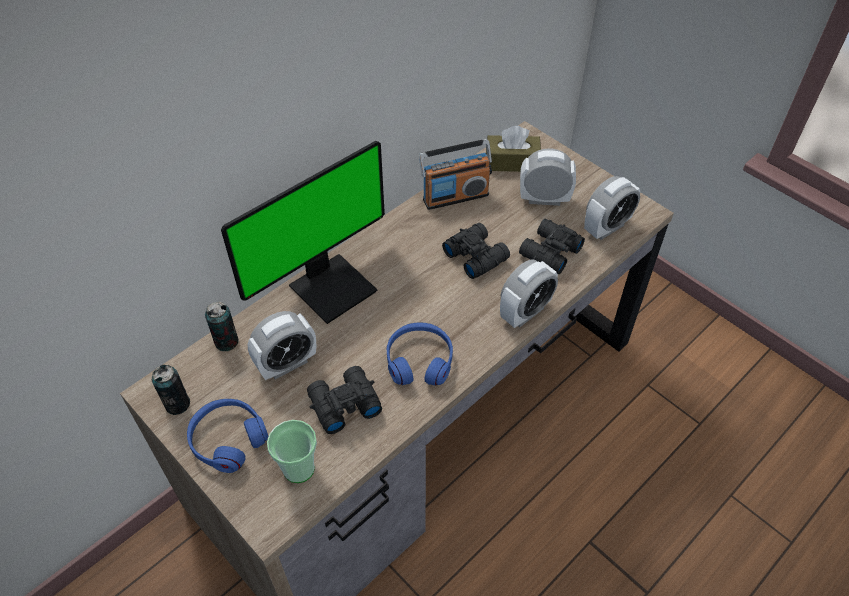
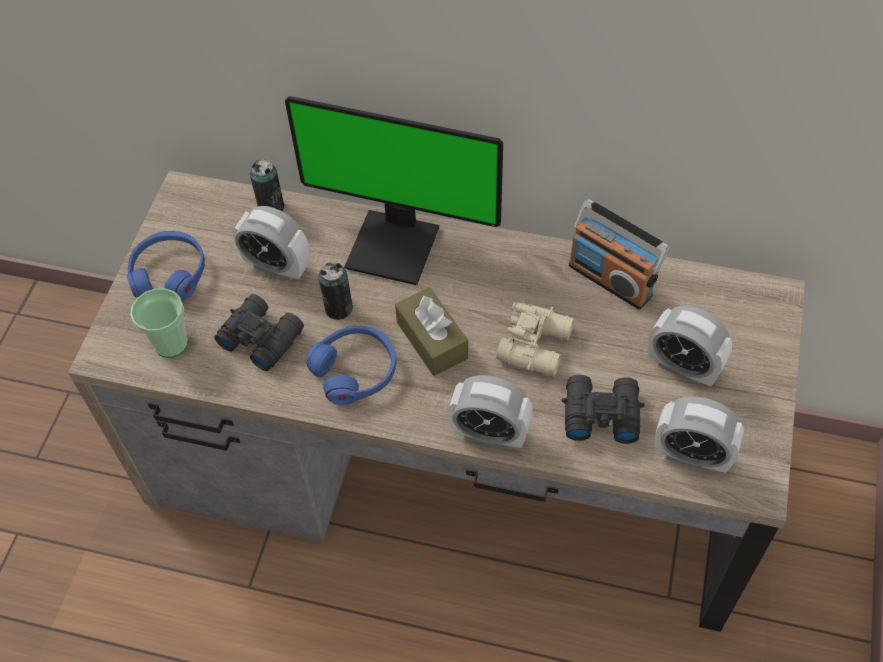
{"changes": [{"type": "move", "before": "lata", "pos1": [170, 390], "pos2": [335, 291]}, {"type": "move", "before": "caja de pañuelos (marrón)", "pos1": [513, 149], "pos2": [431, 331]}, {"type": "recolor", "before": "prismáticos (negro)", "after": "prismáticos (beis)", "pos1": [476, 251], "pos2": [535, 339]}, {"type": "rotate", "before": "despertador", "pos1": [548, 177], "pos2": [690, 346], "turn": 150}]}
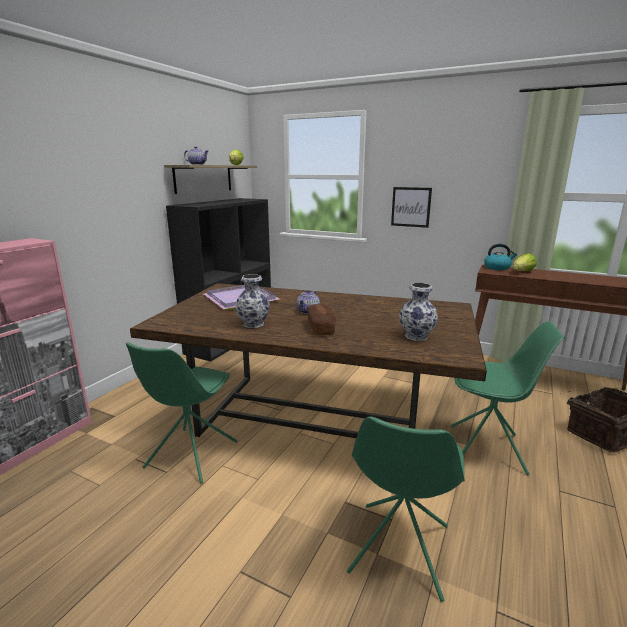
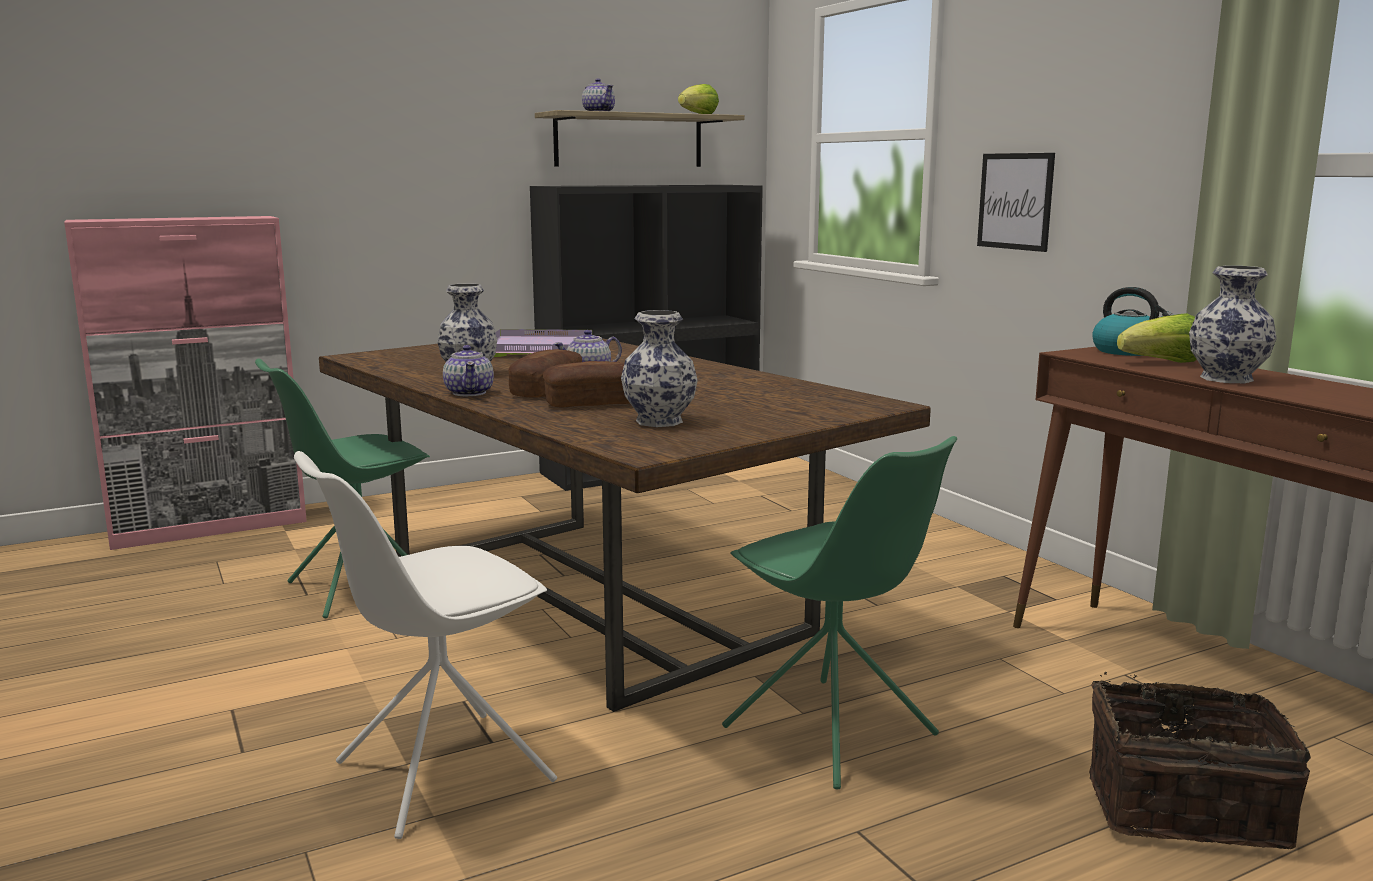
{"changes": [{"type": "recolor", "before": "silla (verde)", "after": "silla (blanco)", "pos1": [406, 509], "pos2": [425, 645]}, {"type": "insert", "after": "tetera", "pos2": [468, 370]}, {"type": "insert", "after": "pan", "pos2": [586, 384]}, {"type": "insert", "after": "florero", "pos2": [1233, 324]}]}
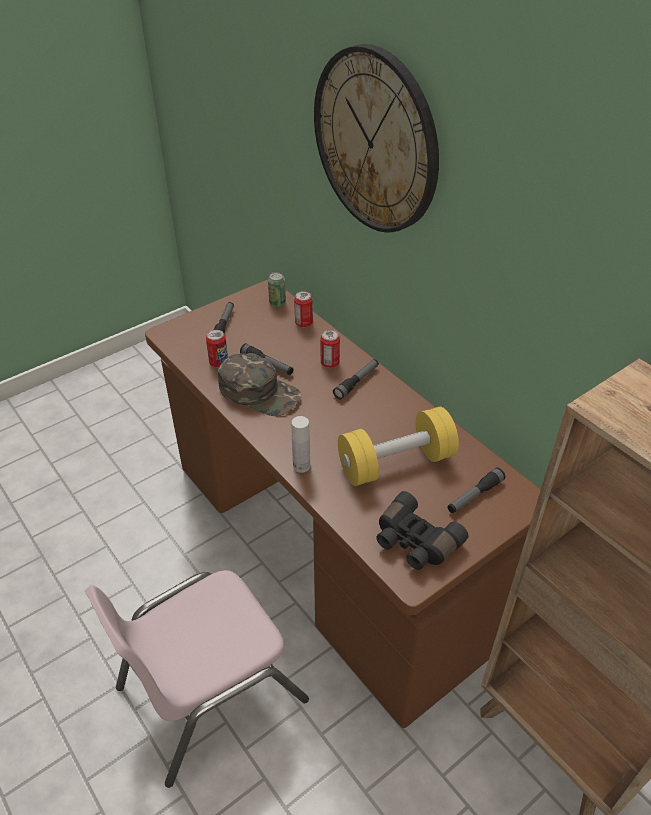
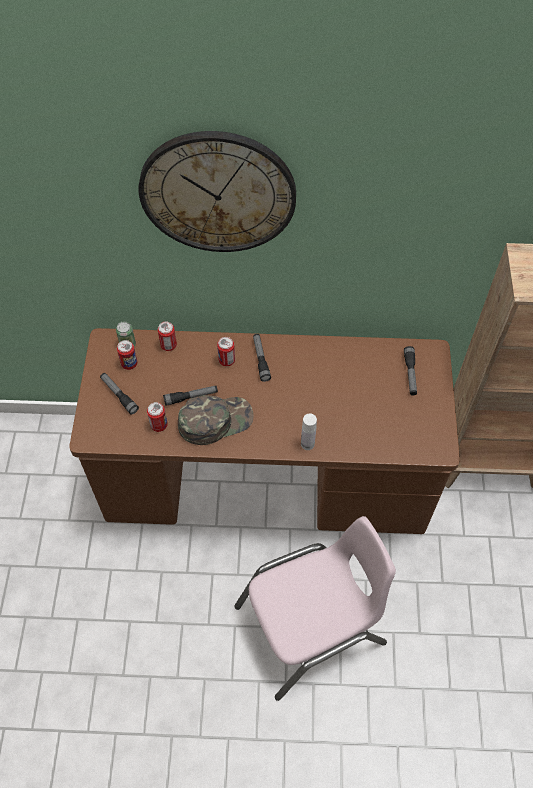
{"changes": [{"type": "insert", "after": "lata", "pos2": [127, 355]}, {"type": "rotate", "before": "silla (rosa)", "pos1": [197, 679], "pos2": [315, 608], "turn": -120}, {"type": "delete", "before": "mancuerna (amarillo)", "pos1": [398, 446]}, {"type": "delete", "before": "prismáticos (negro)", "pos1": [422, 530]}]}
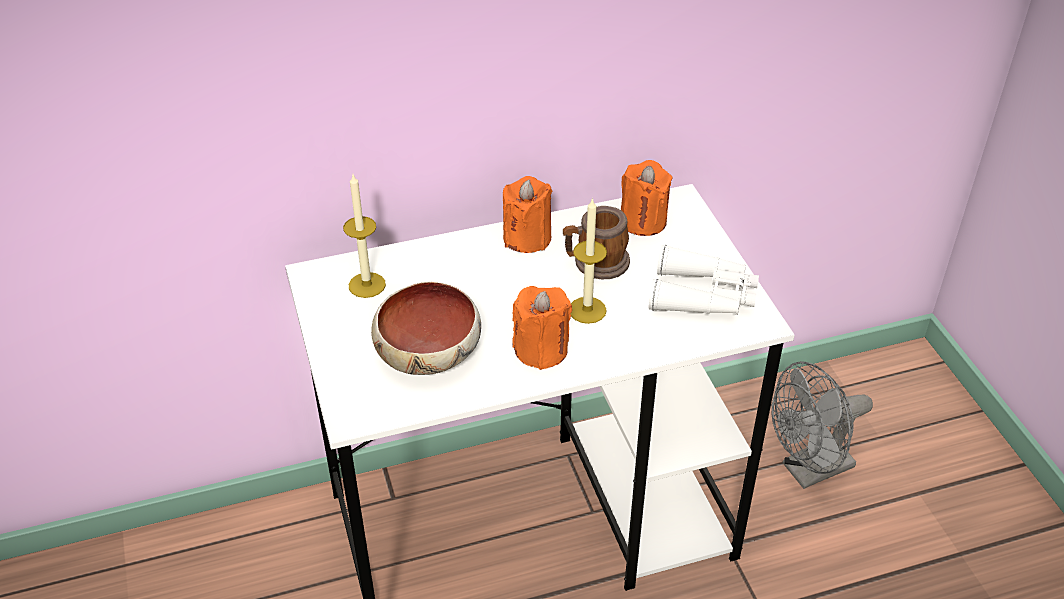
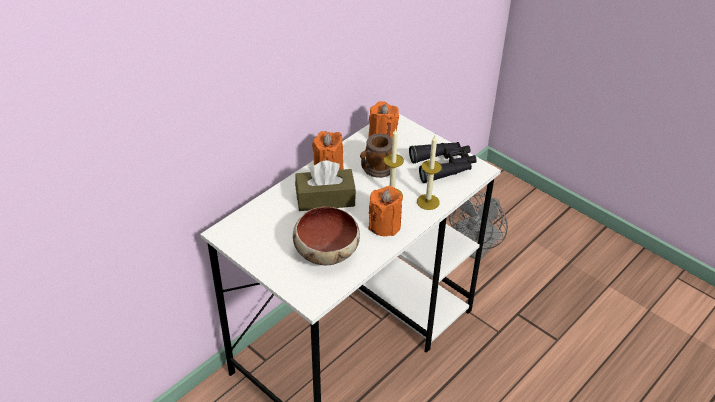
{"changes": [{"type": "insert", "after": "caja de pañuelos (marrón)", "pos2": [325, 185]}, {"type": "recolor", "before": "prismáticos (blanco)", "after": "prismáticos (negro)", "pos1": [704, 280], "pos2": [443, 162]}, {"type": "move", "before": "vela", "pos1": [364, 236], "pos2": [429, 172]}]}
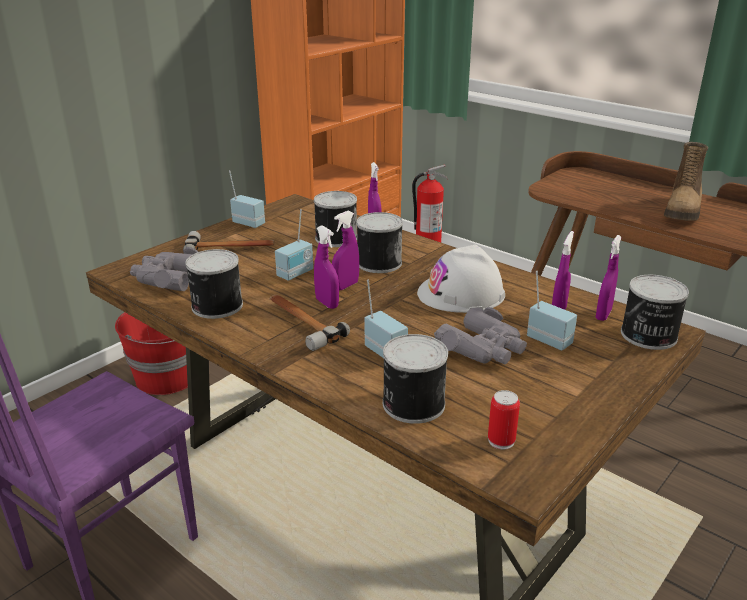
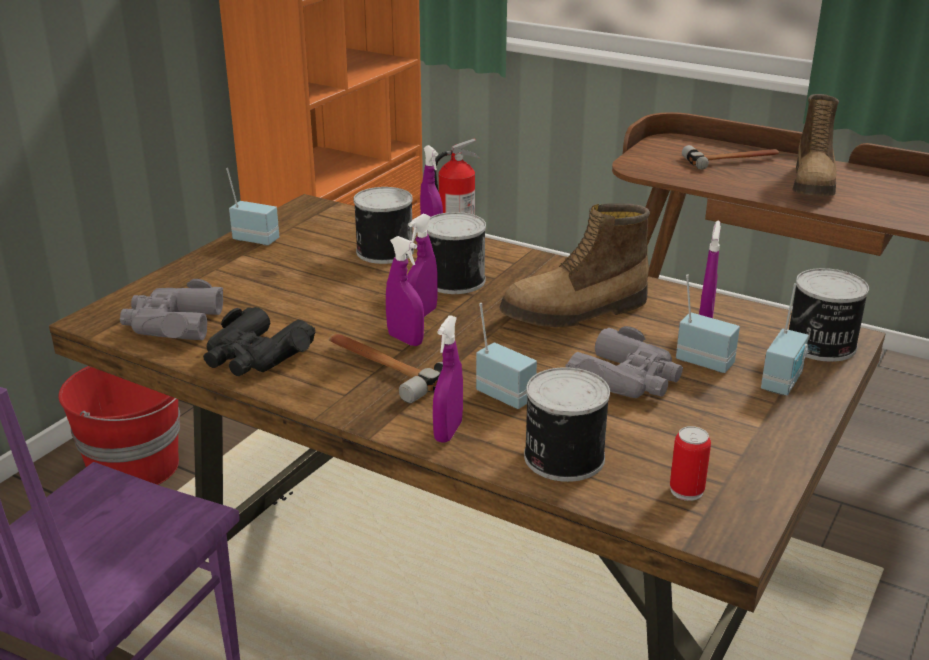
{"changes": [{"type": "replace", "before": "lata", "after": "prismáticos (negro)", "pos1": [214, 284], "pos2": [259, 341]}, {"type": "move", "before": "pulverizador (morado)", "pos1": [609, 278], "pos2": [448, 378]}, {"type": "replace", "before": "casco (blanco)", "after": "bota", "pos1": [461, 279], "pos2": [574, 265]}, {"type": "move", "before": "martillo", "pos1": [228, 242], "pos2": [730, 157]}, {"type": "move", "before": "radio", "pos1": [294, 245], "pos2": [785, 339]}]}
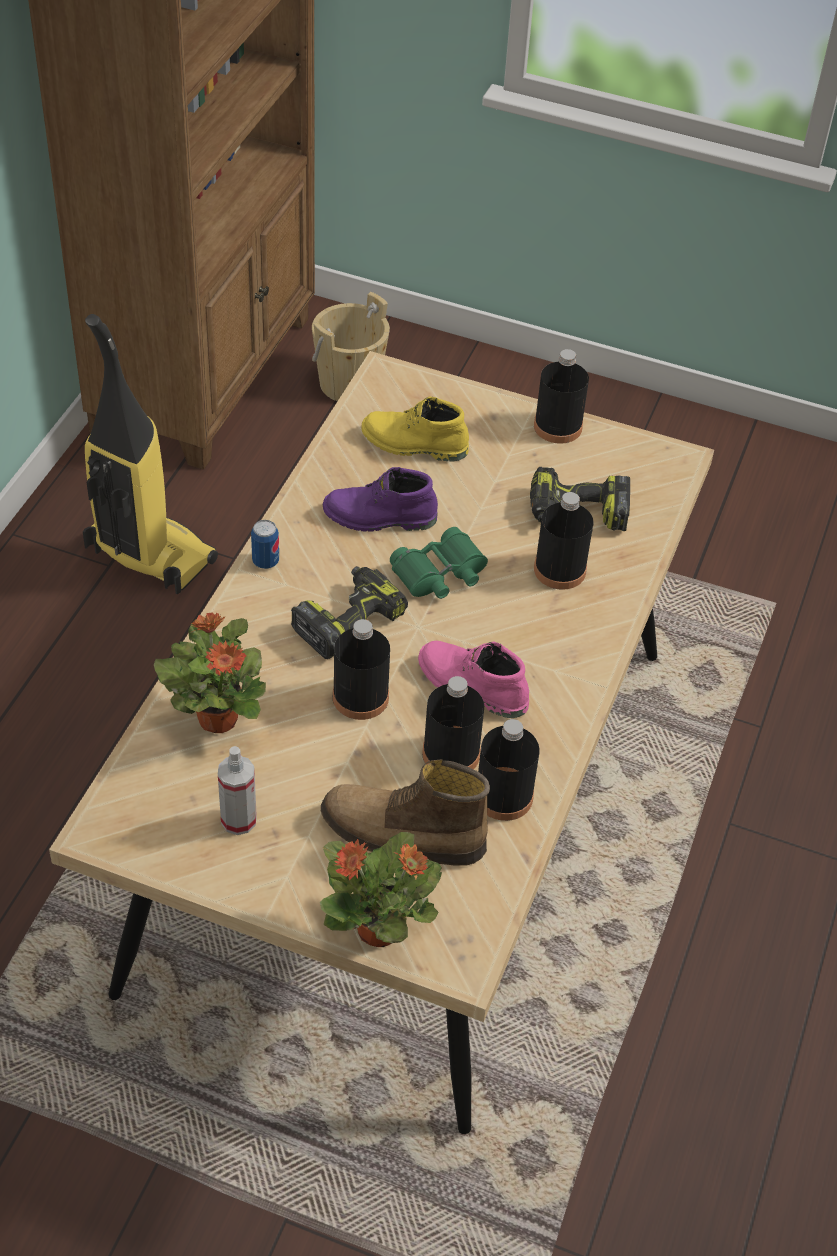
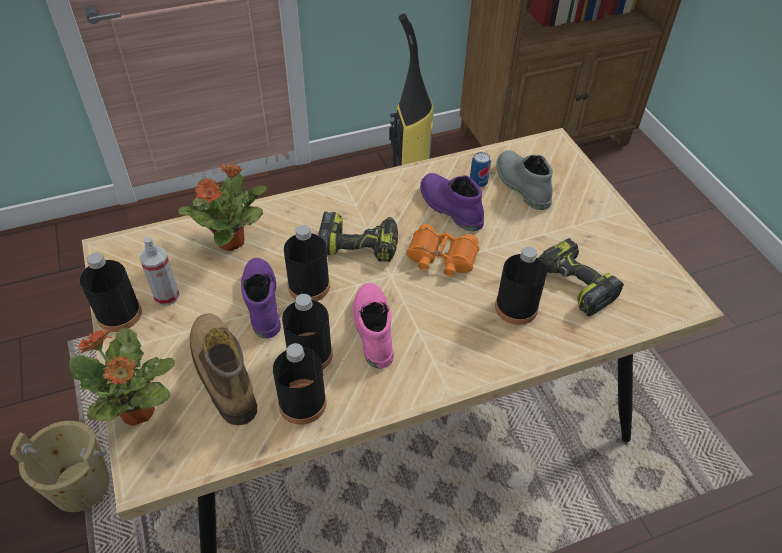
{"changes": [{"type": "move", "before": "cubo (beis)", "pos1": [351, 346], "pos2": [60, 466]}, {"type": "move", "before": "botella (negro)", "pos1": [561, 396], "pos2": [111, 292]}, {"type": "insert", "after": "bota (morado)", "pos2": [261, 298]}, {"type": "recolor", "before": "prismáticos (verde)", "after": "prismáticos (naranja)", "pos1": [439, 563], "pos2": [442, 250]}, {"type": "move", "before": "lata", "pos1": [265, 544], "pos2": [480, 169]}, {"type": "recolor", "before": "bota (amarillo)", "after": "bota (gris)", "pos1": [415, 429], "pos2": [524, 180]}]}
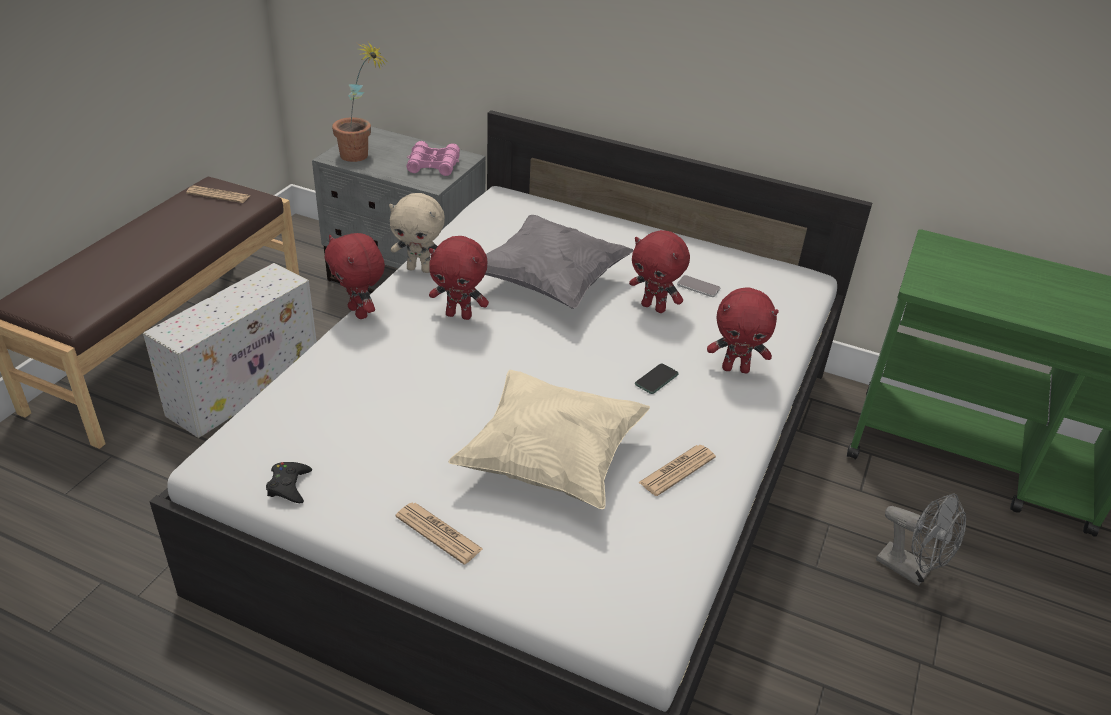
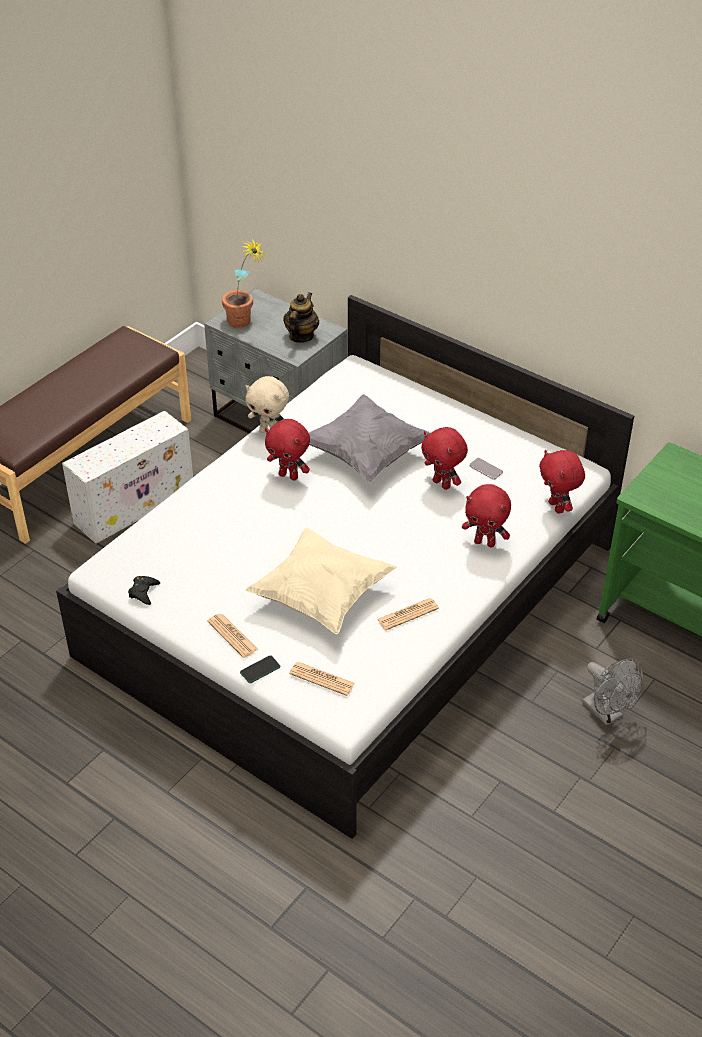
{"changes": [{"type": "move", "before": "móvil", "pos1": [657, 378], "pos2": [260, 669]}, {"type": "replace", "before": "prismáticos (rosa)", "after": "tetera", "pos1": [433, 158], "pos2": [301, 317]}, {"type": "move", "before": "periódico", "pos1": [218, 194], "pos2": [322, 679]}, {"type": "move", "before": "peluche (rojo)", "pos1": [355, 276], "pos2": [562, 482]}]}
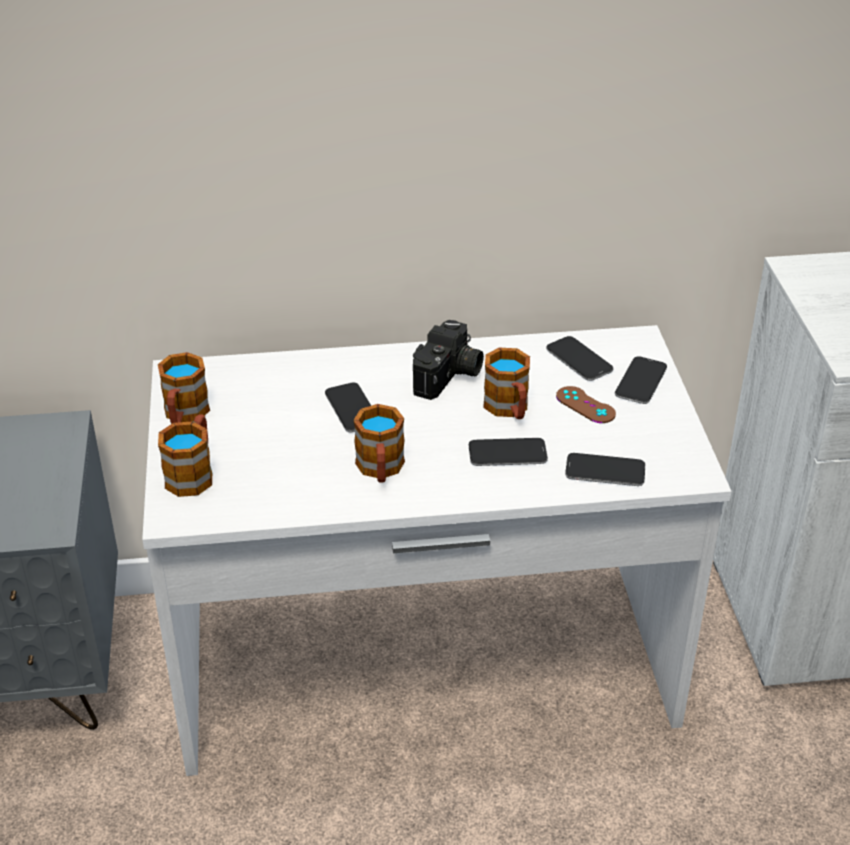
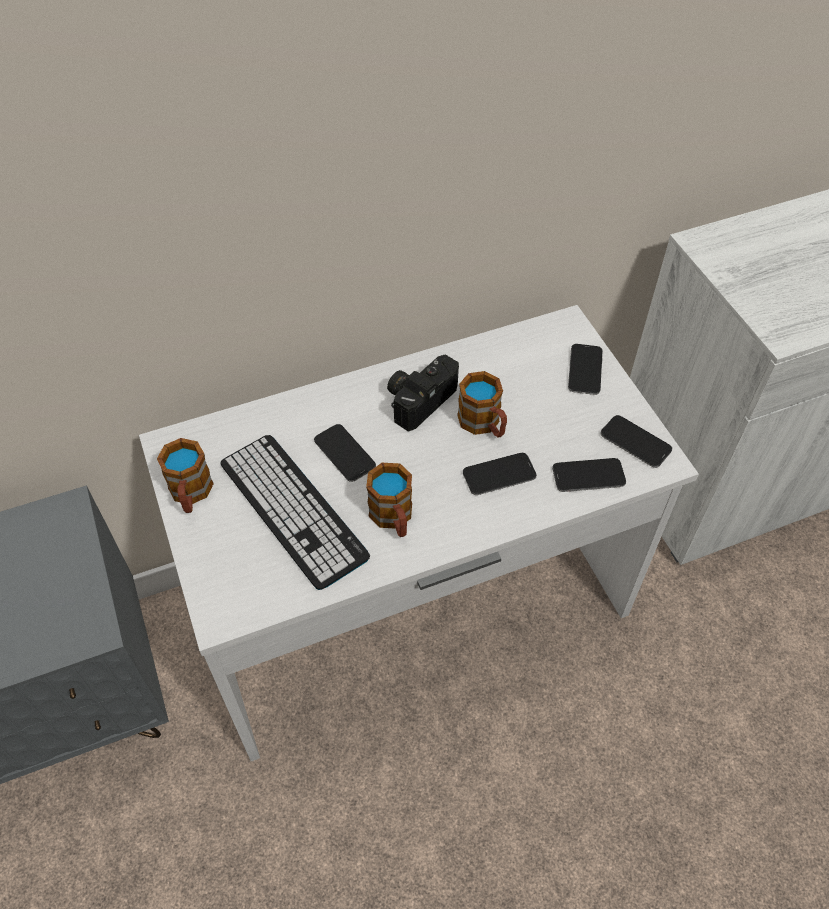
{"changes": [{"type": "insert", "after": "teclado", "pos2": [295, 512]}, {"type": "rotate", "before": "cámara", "pos1": [448, 360], "pos2": [423, 393], "turn": -150}, {"type": "move", "before": "móvil", "pos1": [580, 358], "pos2": [636, 441]}, {"type": "delete", "before": "taza grande", "pos1": [185, 455]}, {"type": "delete", "before": "mando de consola (marrón)", "pos1": [586, 404]}]}
